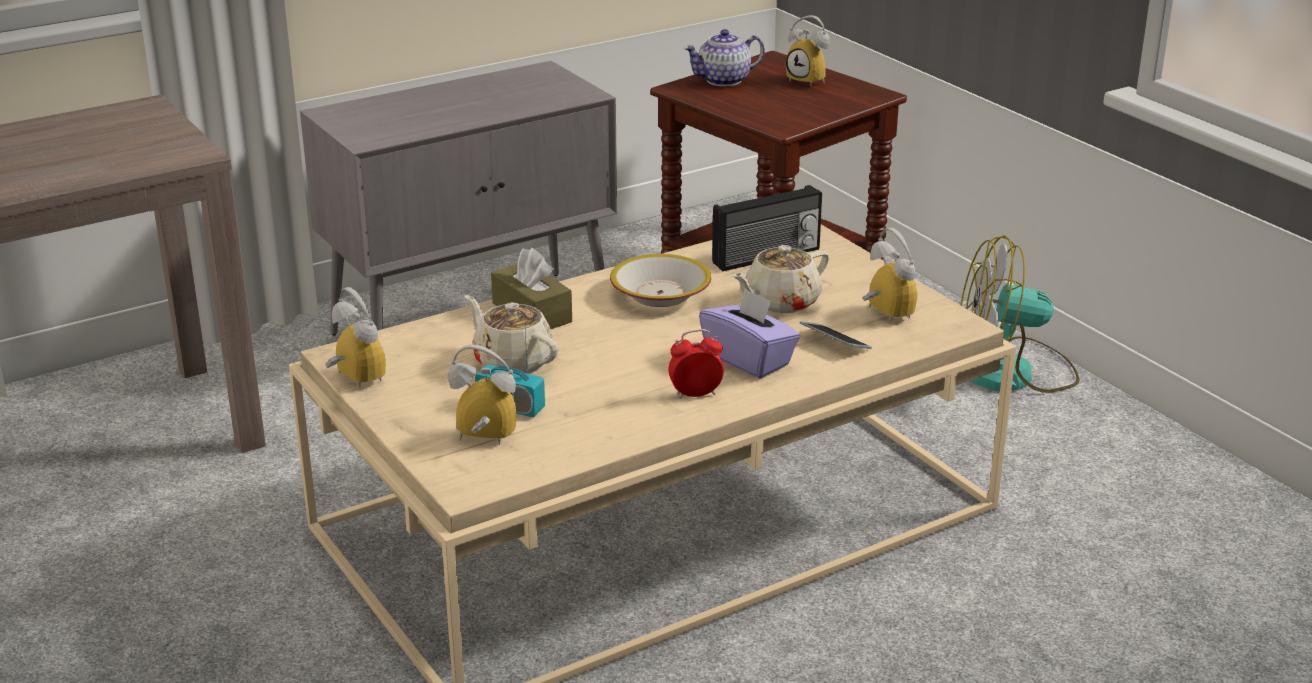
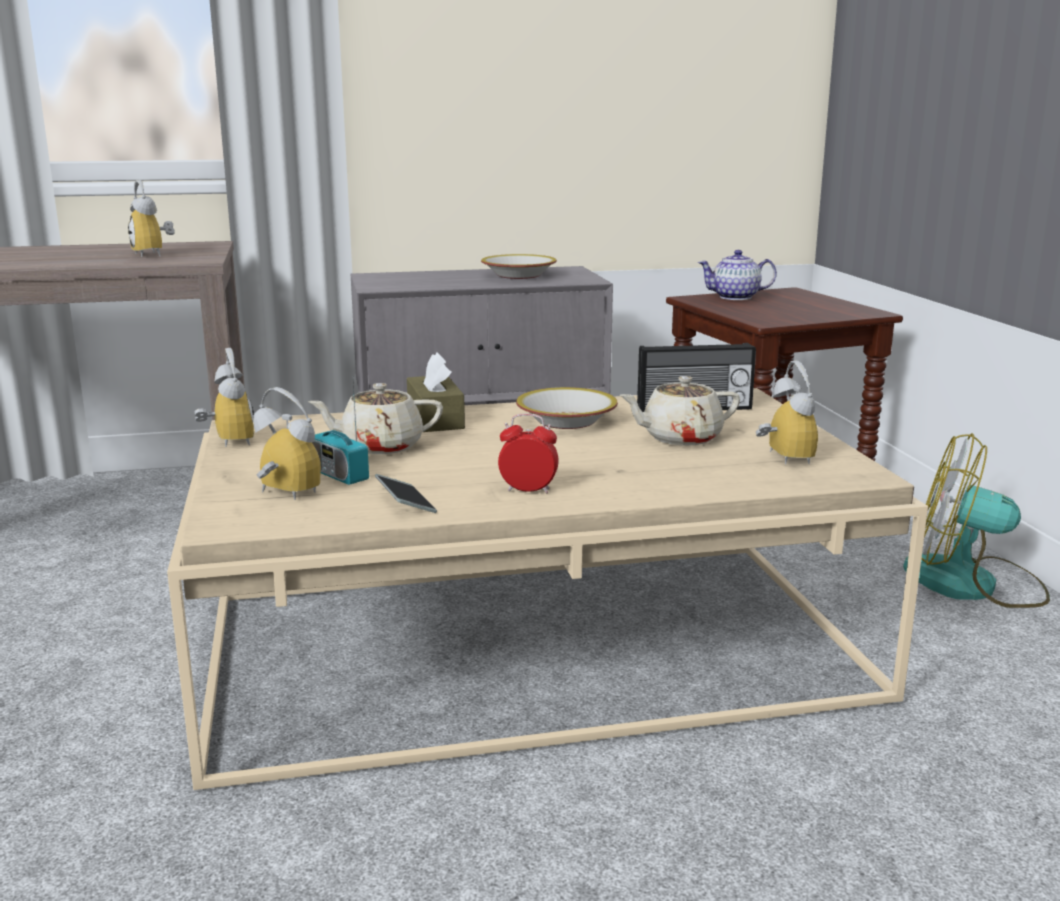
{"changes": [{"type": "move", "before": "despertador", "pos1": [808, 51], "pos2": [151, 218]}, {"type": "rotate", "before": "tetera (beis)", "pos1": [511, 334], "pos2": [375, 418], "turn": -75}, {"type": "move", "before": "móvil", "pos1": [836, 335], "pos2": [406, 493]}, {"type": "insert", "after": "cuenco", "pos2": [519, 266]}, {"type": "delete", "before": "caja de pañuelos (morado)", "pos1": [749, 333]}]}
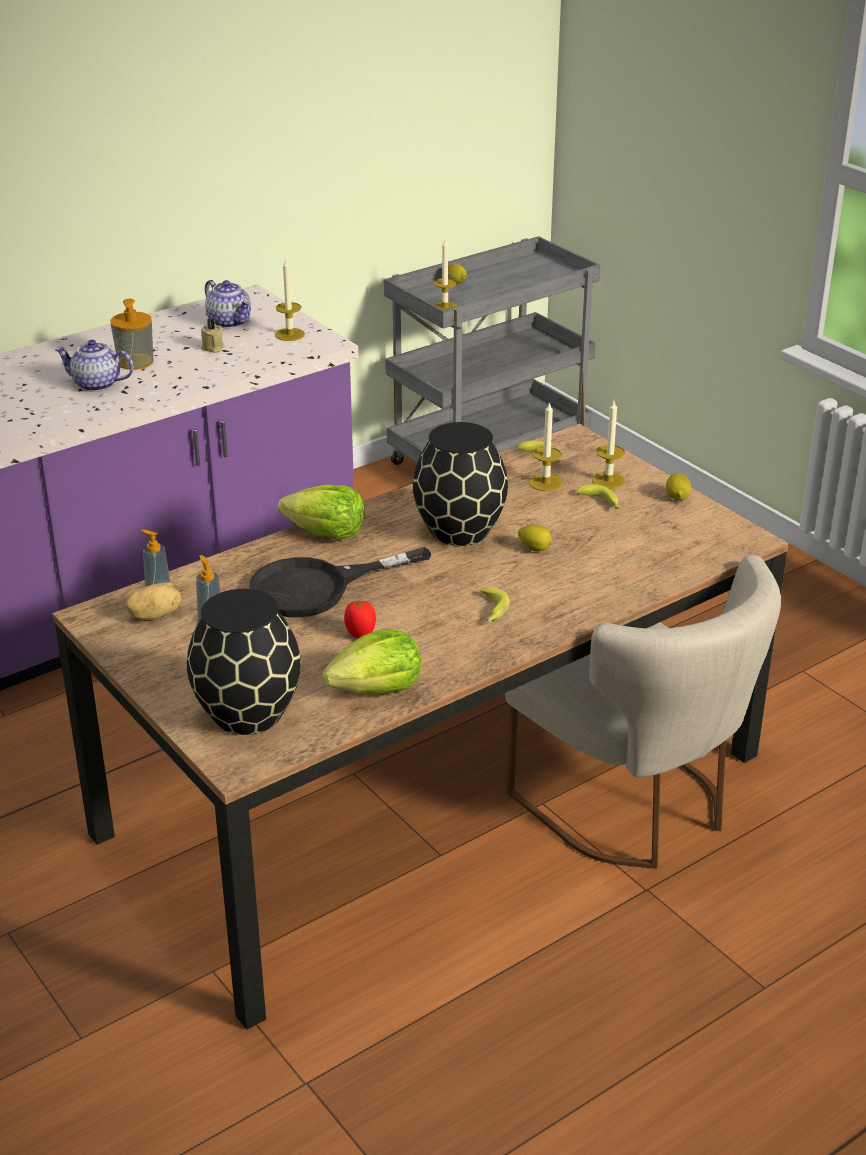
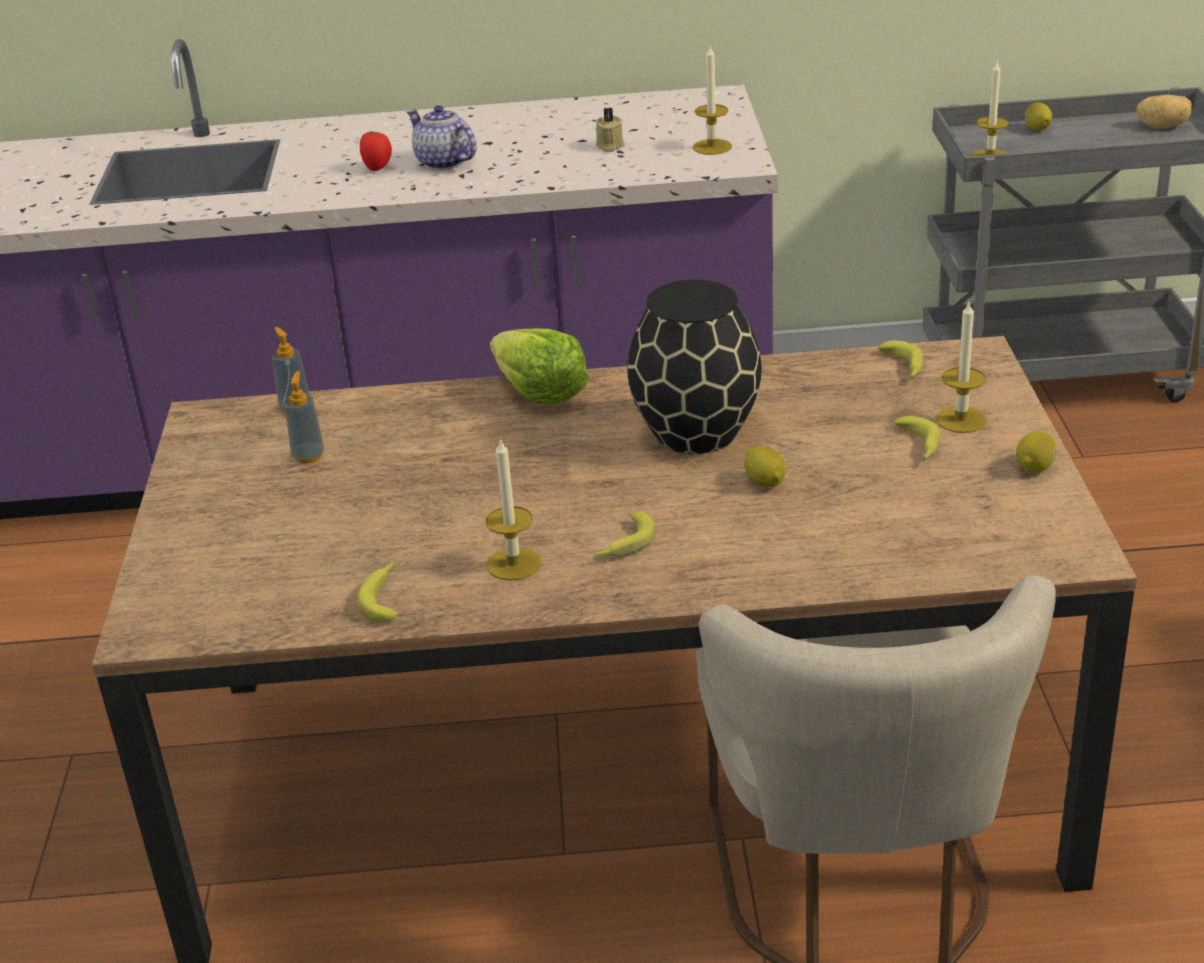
{"changes": [{"type": "replace", "before": "lechuga", "after": "plátano", "pos1": [372, 661], "pos2": [377, 592]}, {"type": "move", "before": "tomate", "pos1": [360, 620], "pos2": [376, 151]}, {"type": "move", "before": "vela", "pos1": [546, 446], "pos2": [513, 509]}, {"type": "move", "before": "patata", "pos1": [153, 601], "pos2": [1164, 112]}, {"type": "delete", "before": "dispensador de jabón", "pos1": [132, 334]}, {"type": "delete", "before": "florero (negro)", "pos1": [244, 662]}, {"type": "delete", "before": "tetera", "pos1": [228, 304]}, {"type": "delete", "before": "sartén (negro)", "pos1": [340, 582]}]}
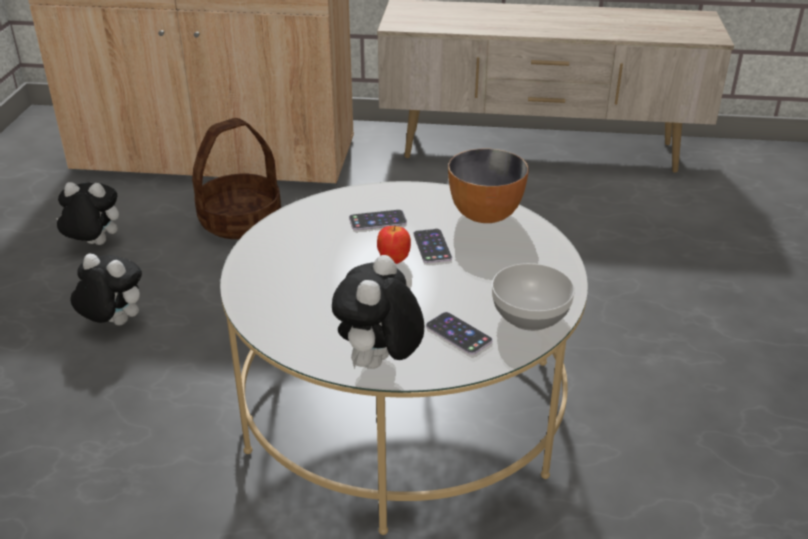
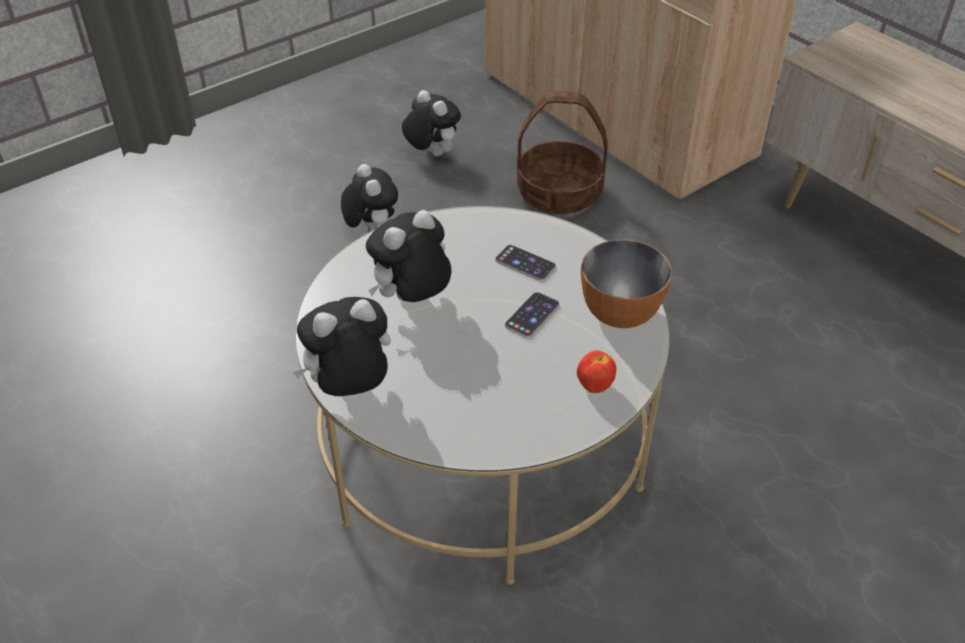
{"changes": [{"type": "insert", "after": "peluche", "pos2": [408, 256]}, {"type": "move", "before": "manzana", "pos1": [394, 245], "pos2": [596, 372]}, {"type": "delete", "before": "móvil", "pos1": [459, 333]}, {"type": "delete", "before": "cuenco", "pos1": [533, 297]}]}
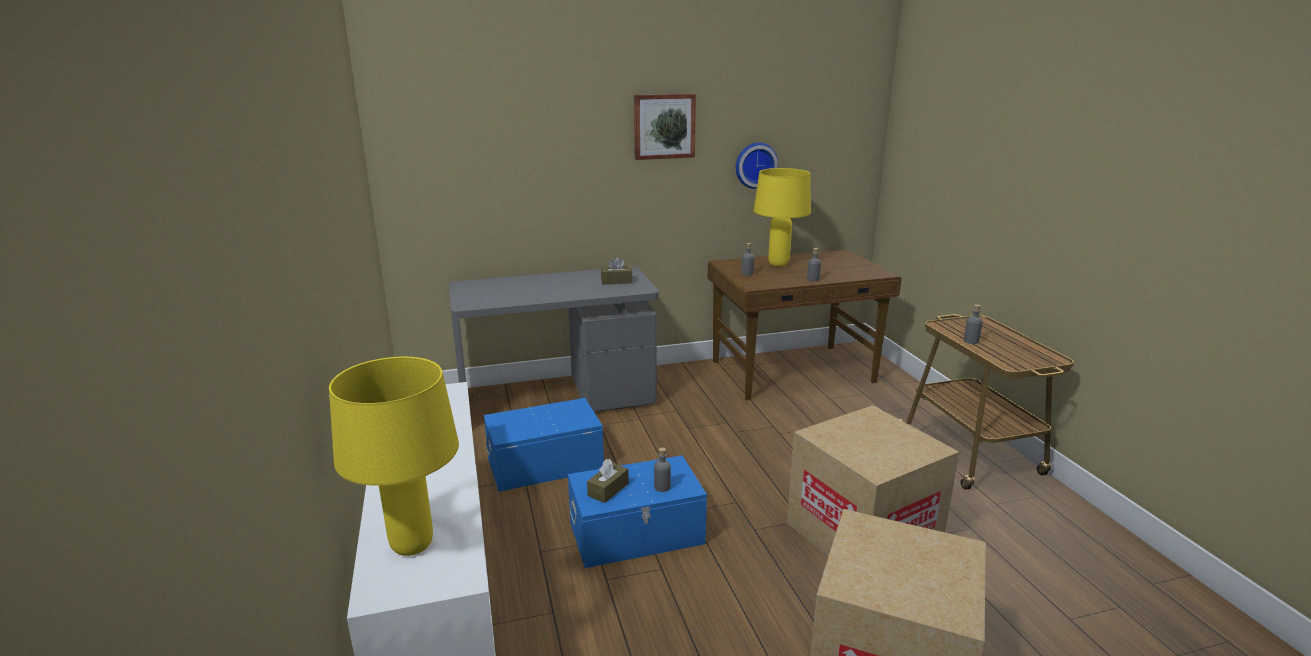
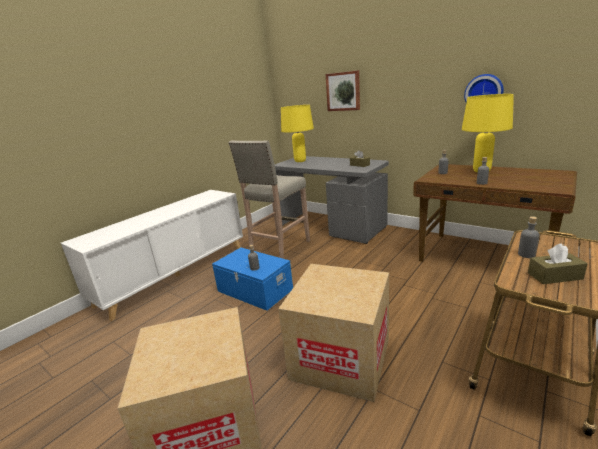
{"changes": [{"type": "replace", "before": "caja de almacenaje (azul)", "after": "taburete (beis)", "pos1": [544, 445], "pos2": [269, 199]}, {"type": "move", "before": "lámpara de mesa (amarillo)", "pos1": [394, 456], "pos2": [297, 133]}, {"type": "move", "before": "cuadro", "pos1": [665, 127], "pos2": [343, 90]}, {"type": "move", "before": "caja de pañuelos (marrón)", "pos1": [608, 481], "pos2": [558, 263]}]}
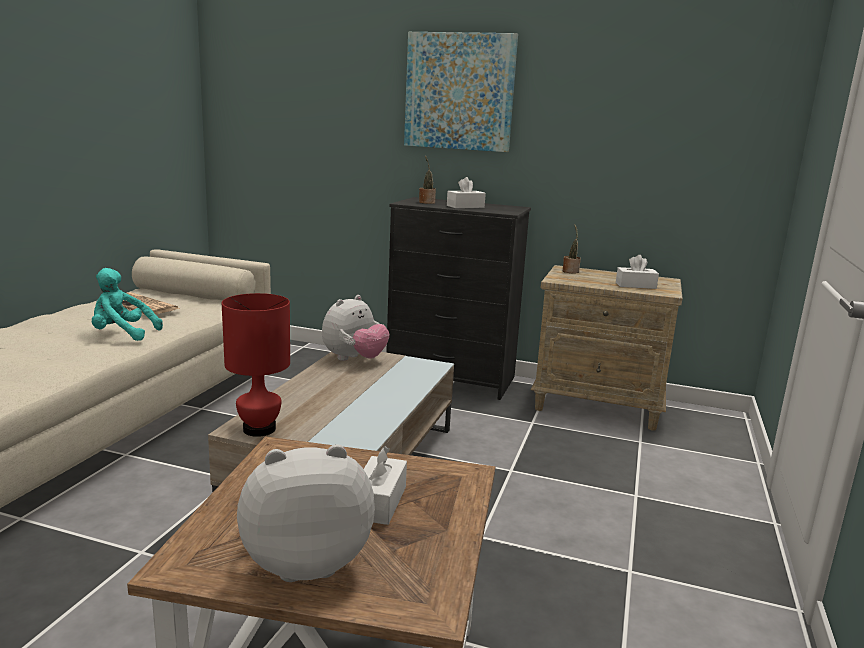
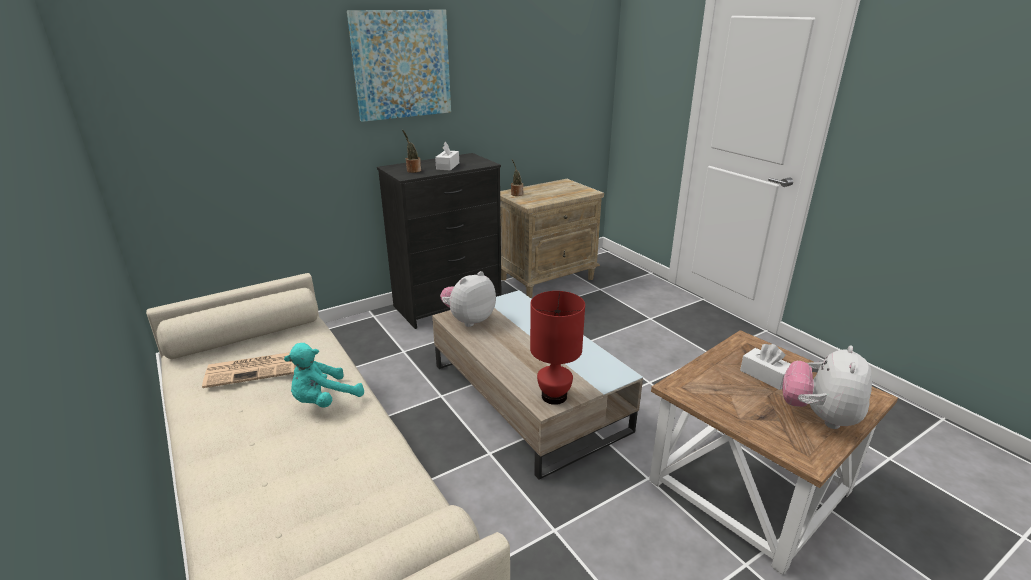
{"changes": [{"type": "rotate", "before": "peluche", "pos1": [356, 328], "pos2": [468, 299], "turn": -120}, {"type": "delete", "before": "caja de pañuelos (blanco)", "pos1": [637, 272]}]}
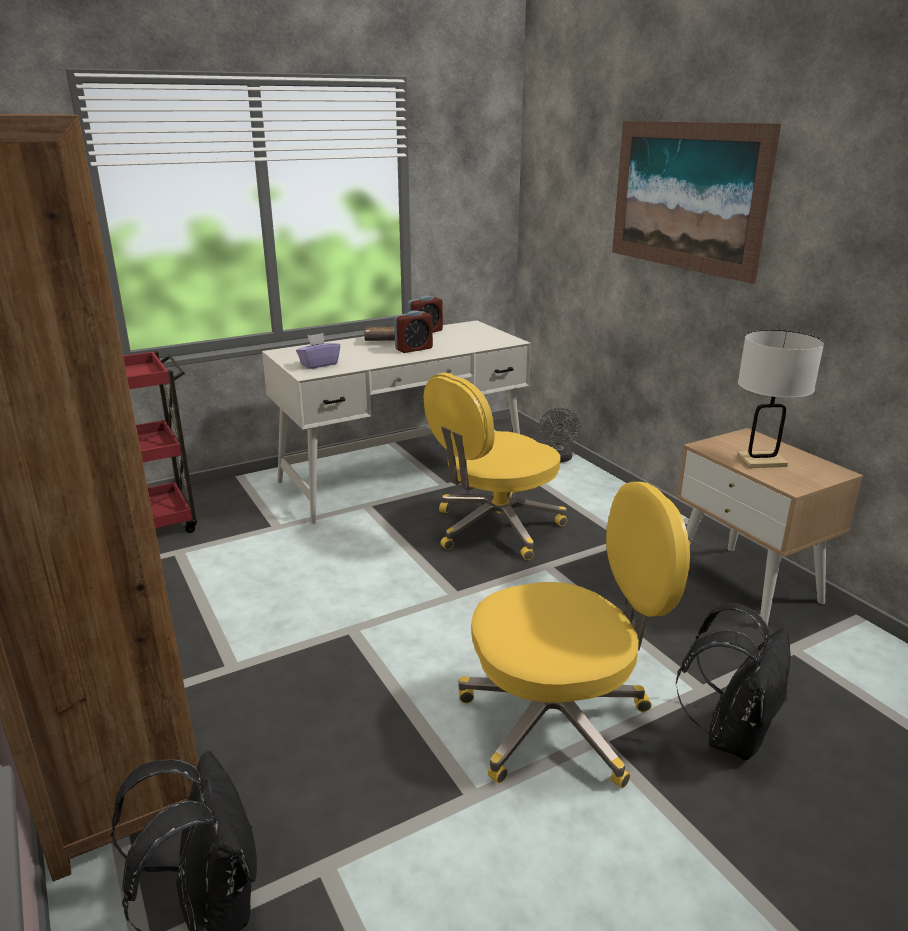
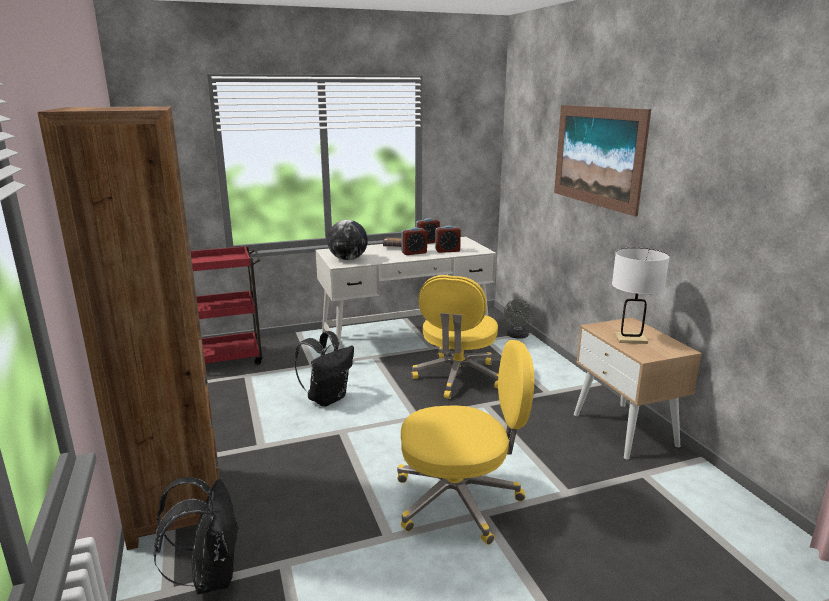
{"changes": [{"type": "move", "before": "mochila (negro)", "pos1": [733, 681], "pos2": [324, 368]}, {"type": "replace", "before": "caja de pañuelos (morado)", "after": "globo terráqueo", "pos1": [318, 351], "pos2": [347, 240]}, {"type": "rotate", "before": "silla de oficina (amarillo)", "pos1": [495, 466], "pos2": [454, 337], "turn": -45}, {"type": "insert", "after": "despertador", "pos2": [448, 239]}]}
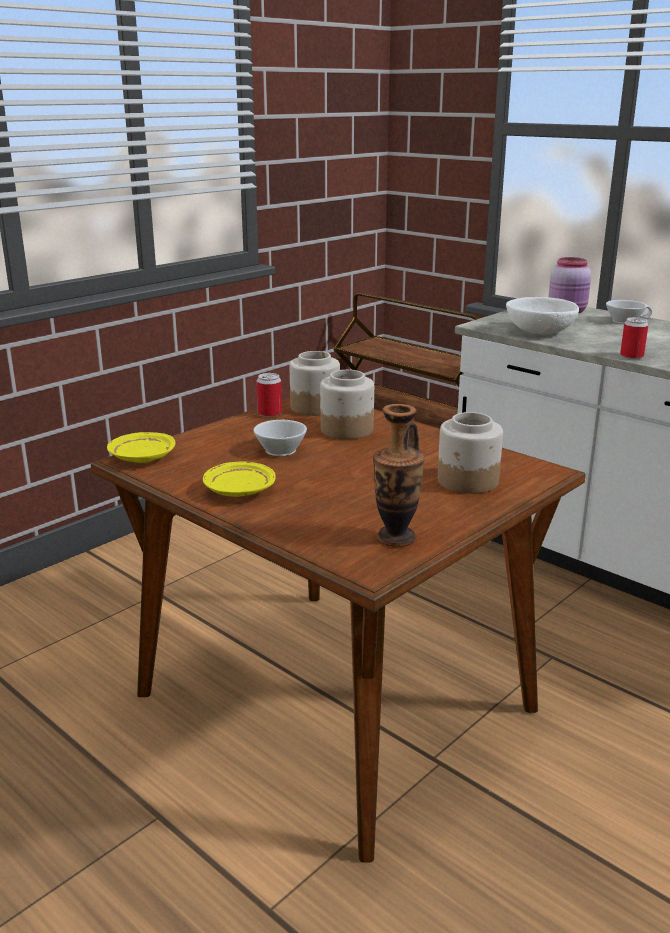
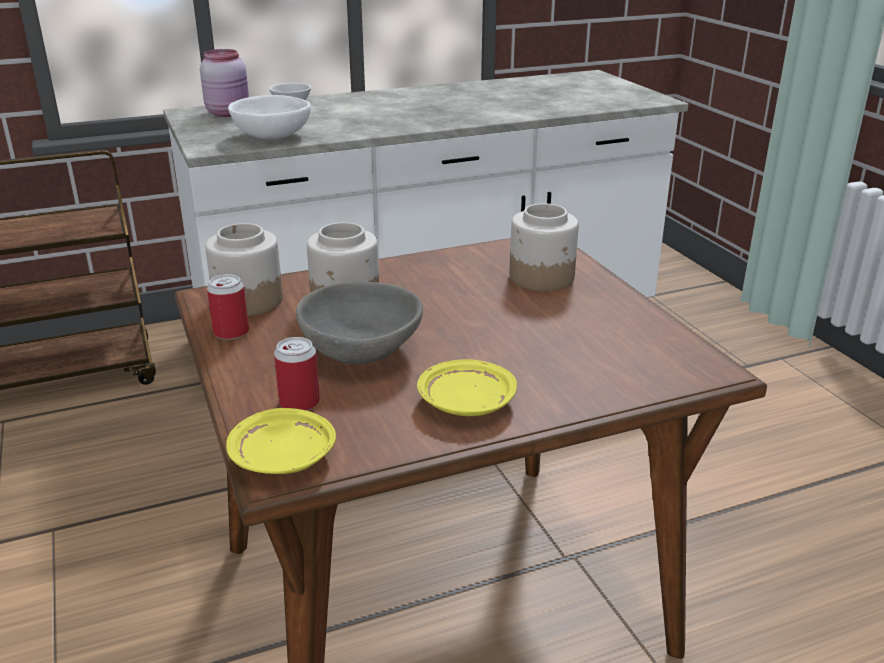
{"changes": [{"type": "move", "before": "lata", "pos1": [634, 338], "pos2": [297, 374]}, {"type": "replace", "before": "taza (blanco)", "after": "cuenco (gris)", "pos1": [280, 438], "pos2": [359, 323]}, {"type": "delete", "before": "florero", "pos1": [399, 475]}]}
